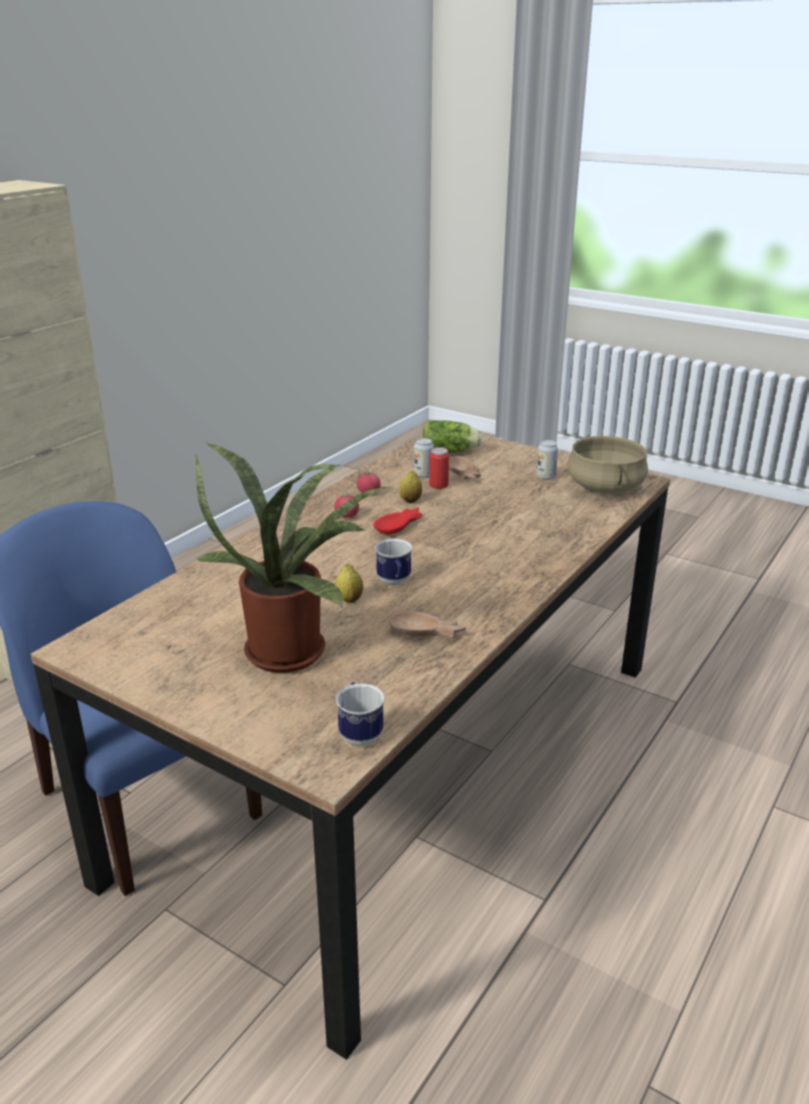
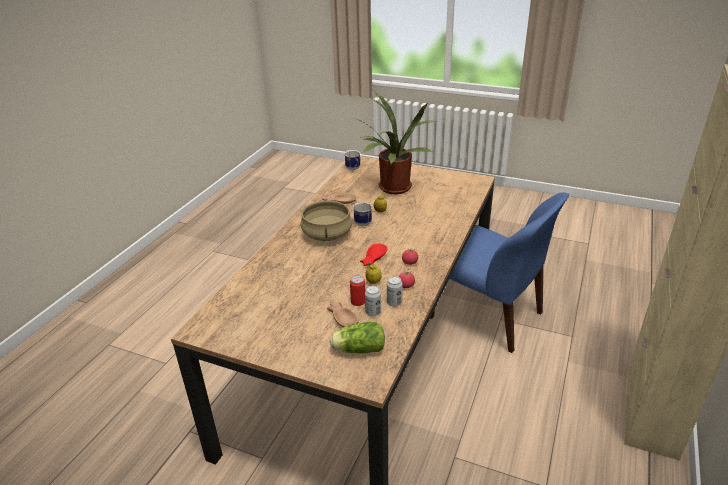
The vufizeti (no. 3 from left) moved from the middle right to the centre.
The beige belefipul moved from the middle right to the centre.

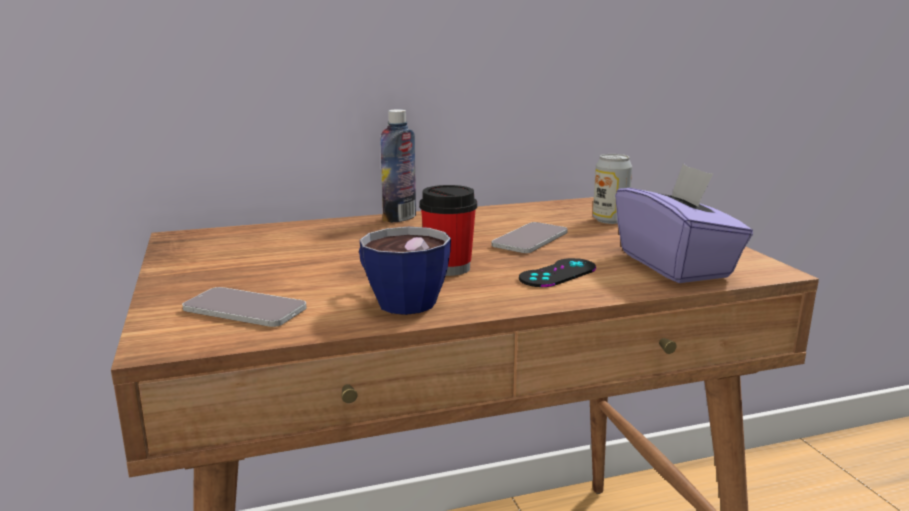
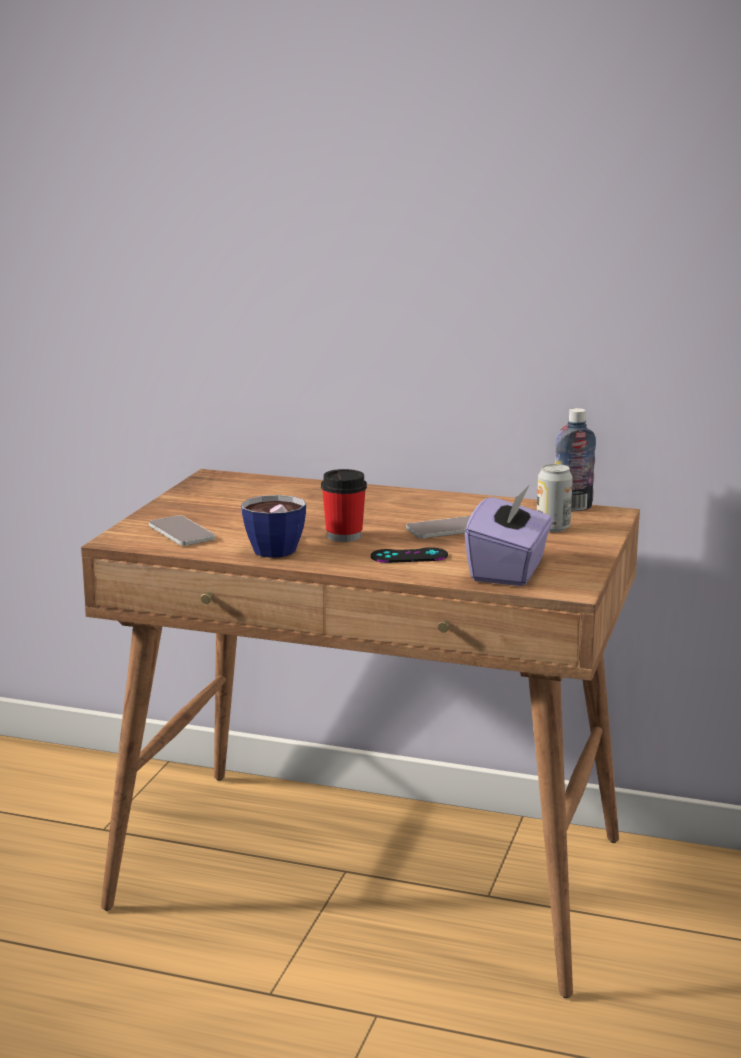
The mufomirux moved from the top centre to the middle right.

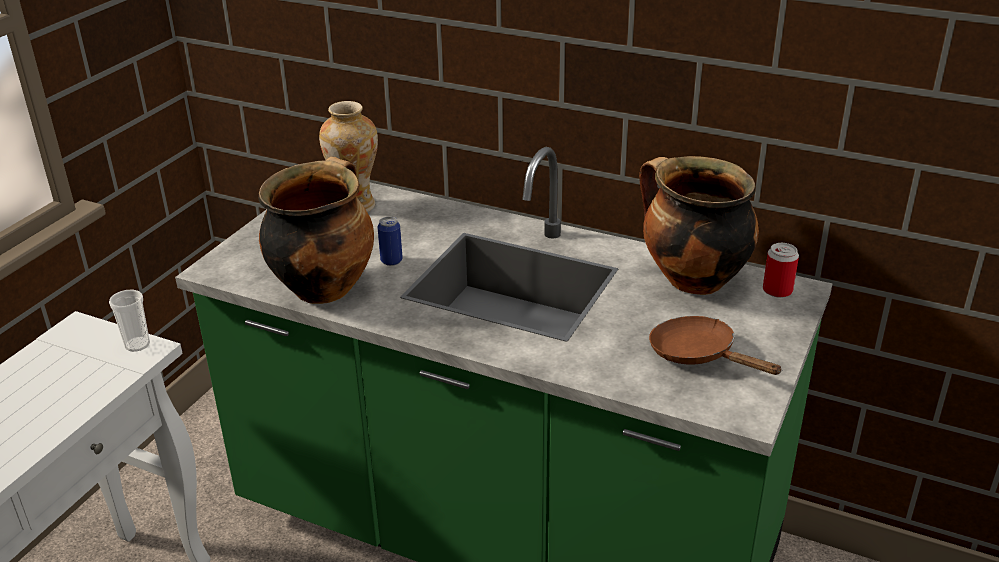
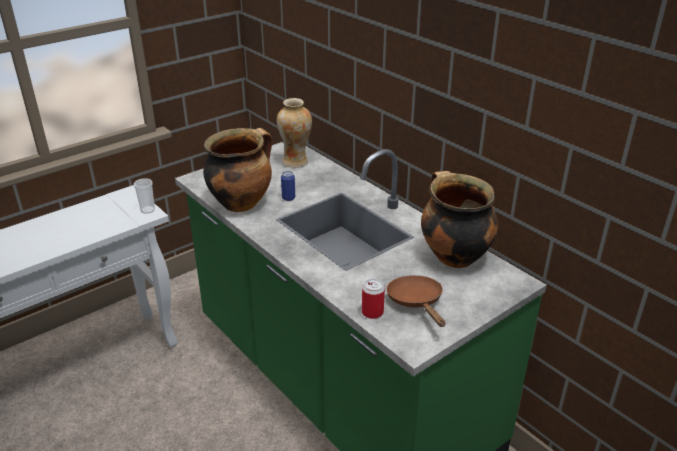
The vufizeti (no. 2 from left) moved from the middle right to the centre.

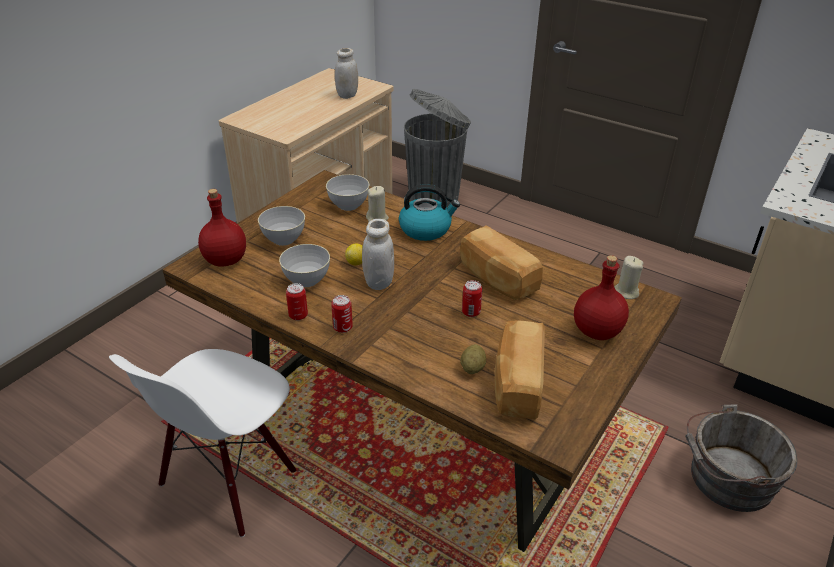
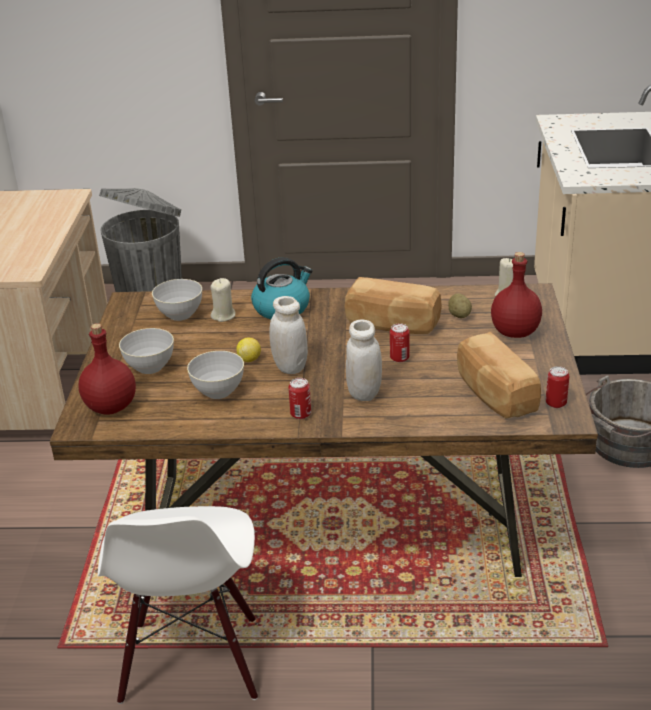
The vufizeti (no. 1 from left in the first image) moved from the centre to the middle right.
The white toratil (no. 1 from left in the first image) moved from the top centre to the centre.
The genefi moved from the centre to the middle right.

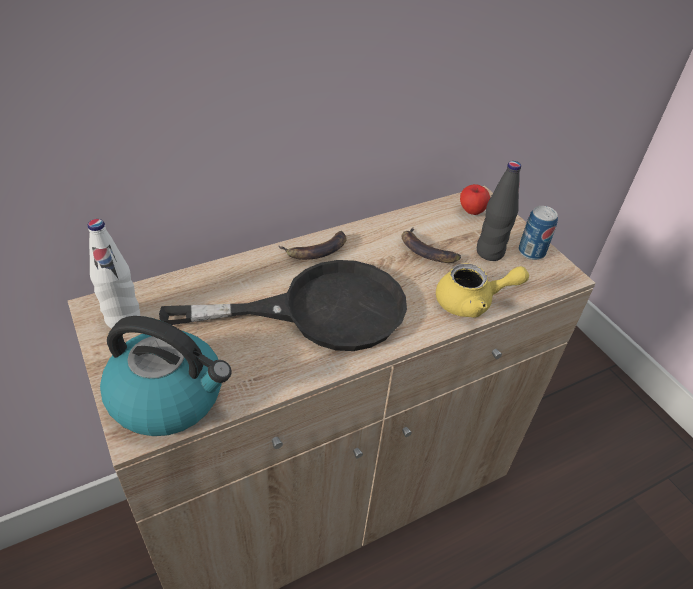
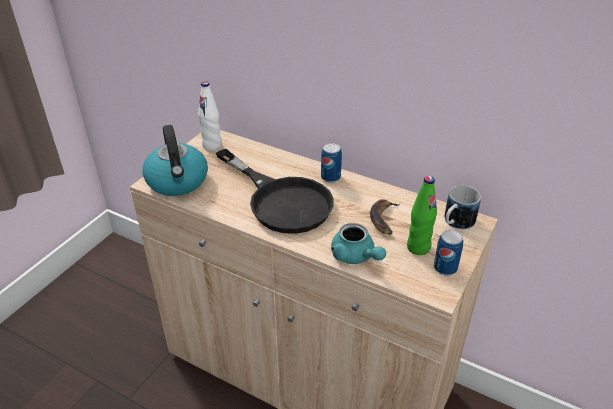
The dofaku (no. 1 from left) at the centre was replaced by the vufizeti (no. 1 from left) at the centre.
The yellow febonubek at the middle right became the turquoise febonubek at the centre.
The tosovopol at the middle right was replaced by the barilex at the middle right.
The black mufomirux at the middle right became the green mufomirux at the middle right.

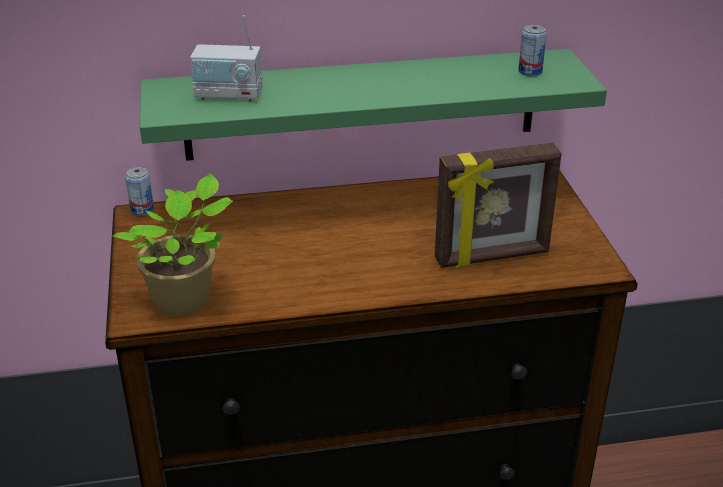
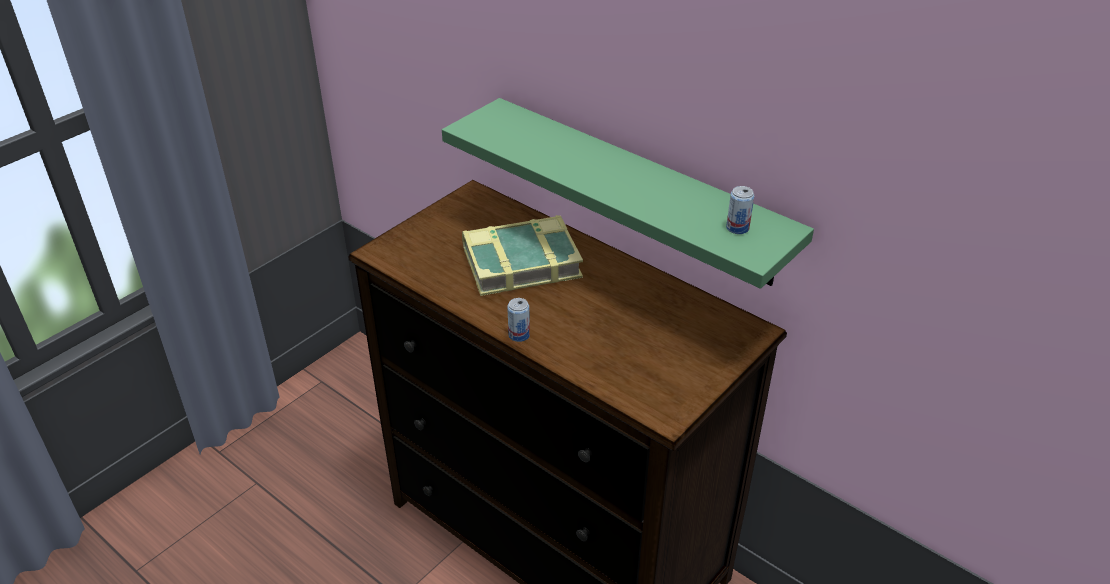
The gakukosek at the middle left disappeared.
The vufizeti (no. 1 from left) moved from the middle left to the centre.
The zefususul at the top left disappeared.
The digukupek at the middle right disappeared.
The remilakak at the centre appeared.

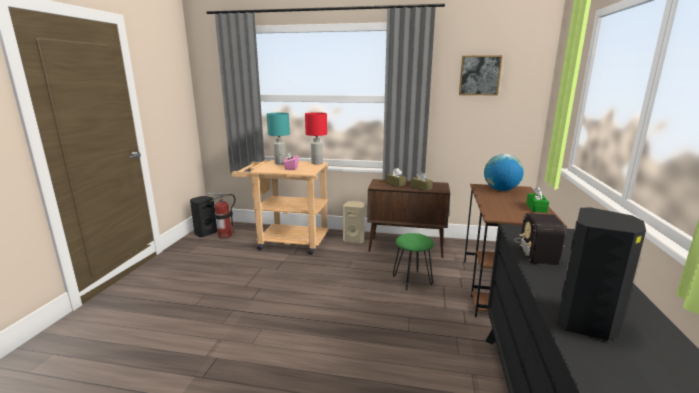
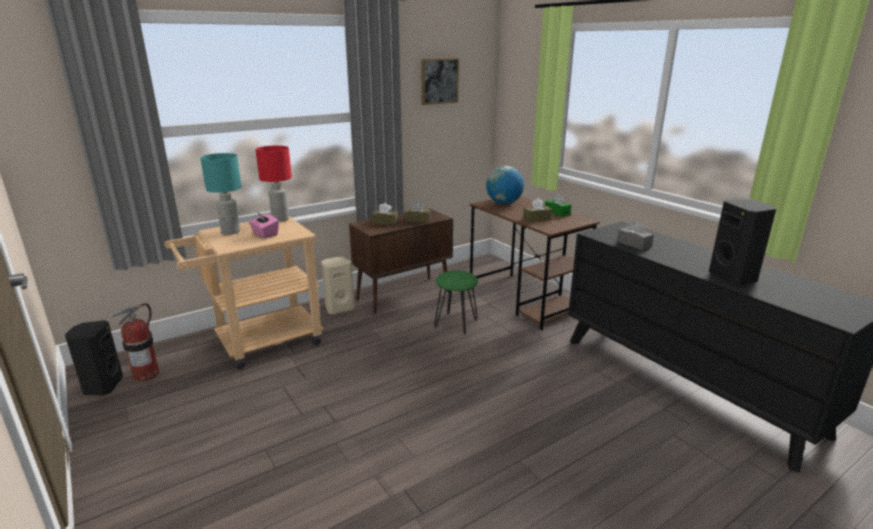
The zefususul at the middle right was replaced by the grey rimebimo at the middle right.
The brown rimebimo (no. 3 from left) at the centre appeared.

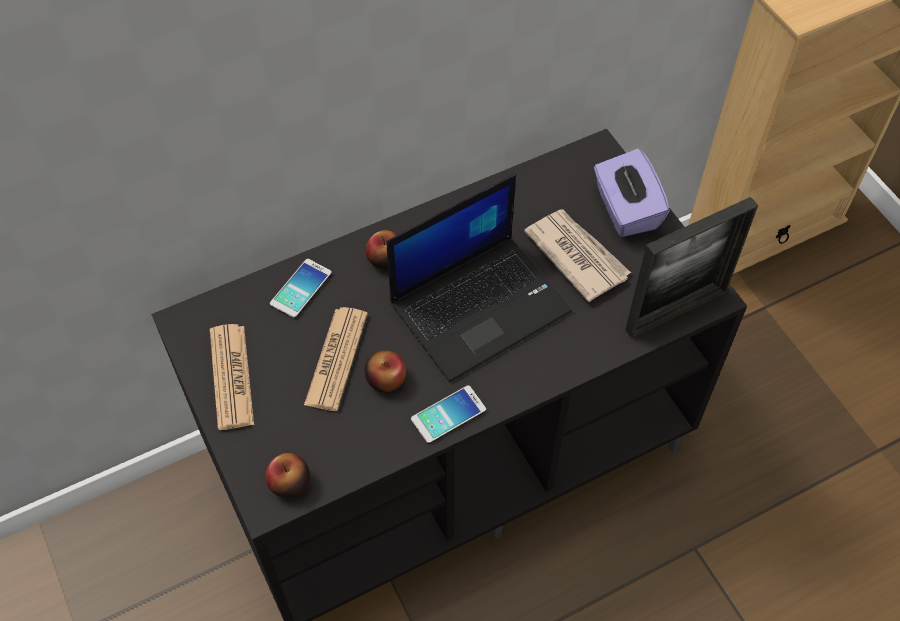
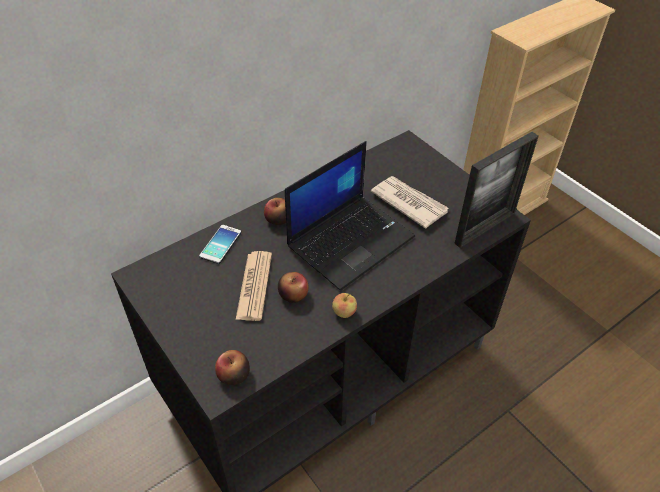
The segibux (no. 1 from left) at the middle left disappeared.
The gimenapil (no. 2 from left) at the bottom centre was replaced by the tosovopol (no. 4 from left) at the centre.
The purple rimebimo at the top right disappeared.

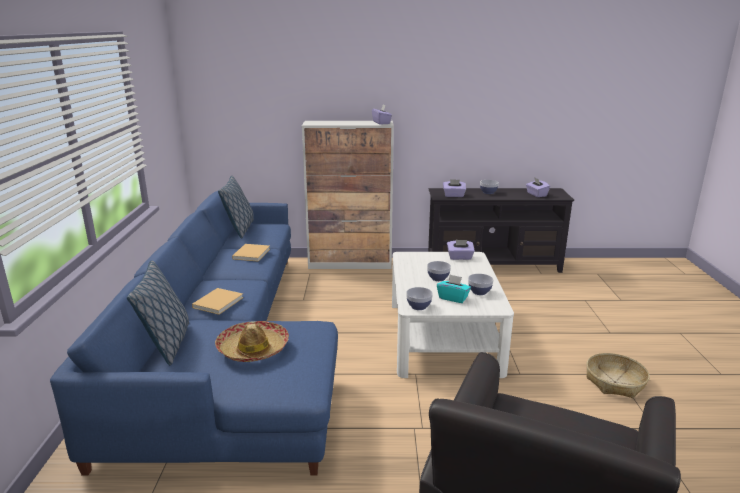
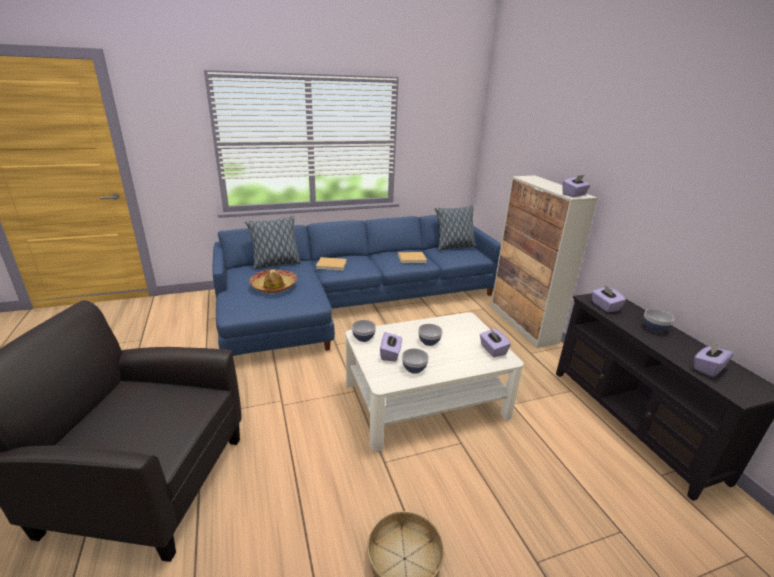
The turquoise rimebimo at the centre became the purple rimebimo (no. 1 from left) at the centre.

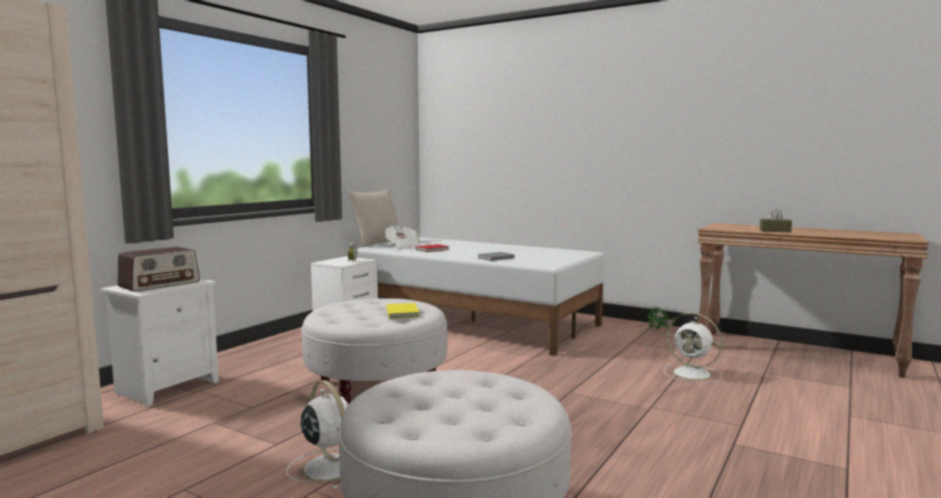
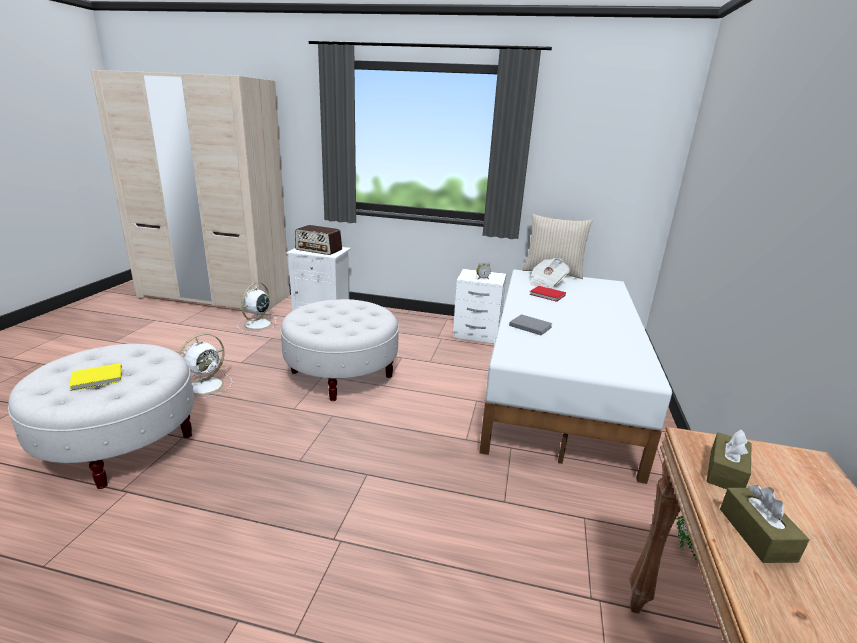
The yellow remilakak moved from the centre to the middle left.
The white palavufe (no. 2 from left) moved from the bottom right to the middle left.
The brown rimebimo (no. 1 from left) at the bottom right appeared.

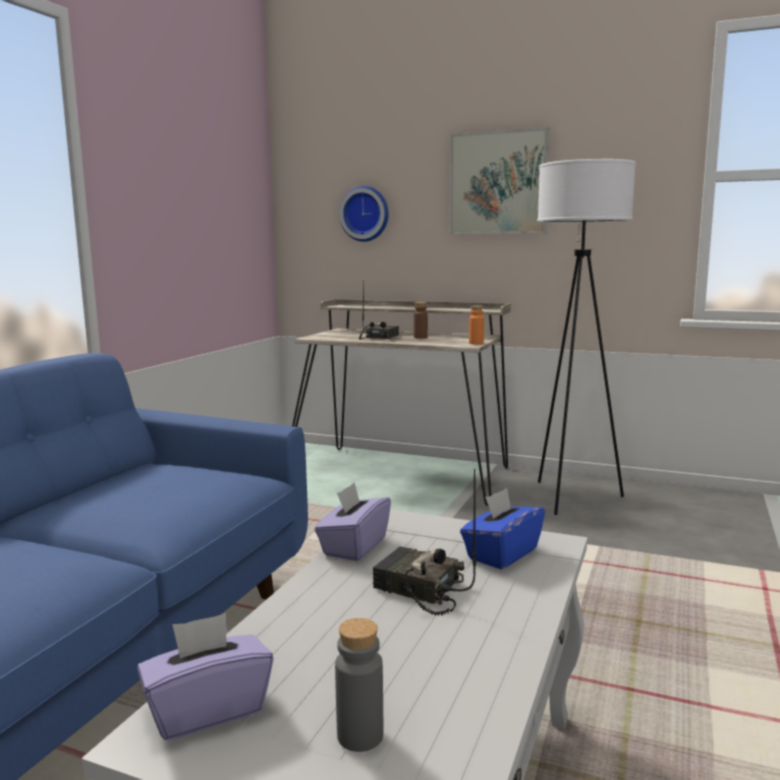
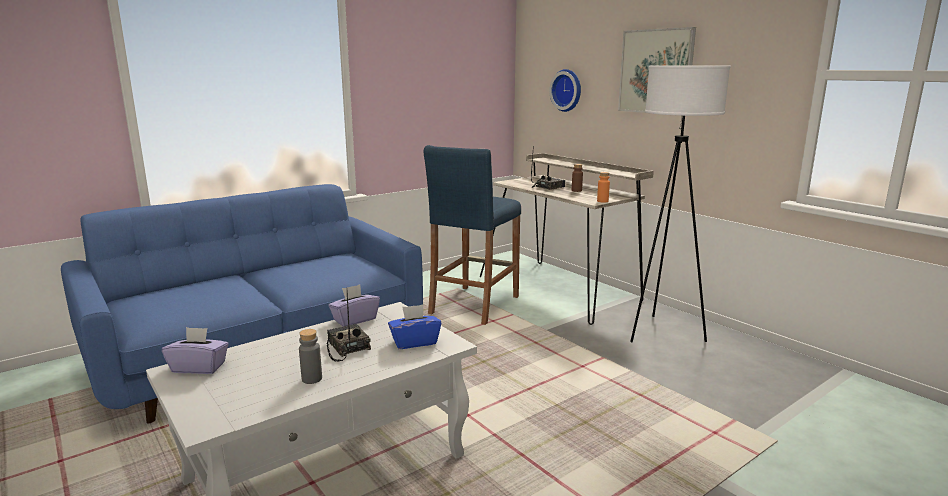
The grey mufomirux moved from the bottom centre to the bottom left.
The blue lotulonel at the centre appeared.

